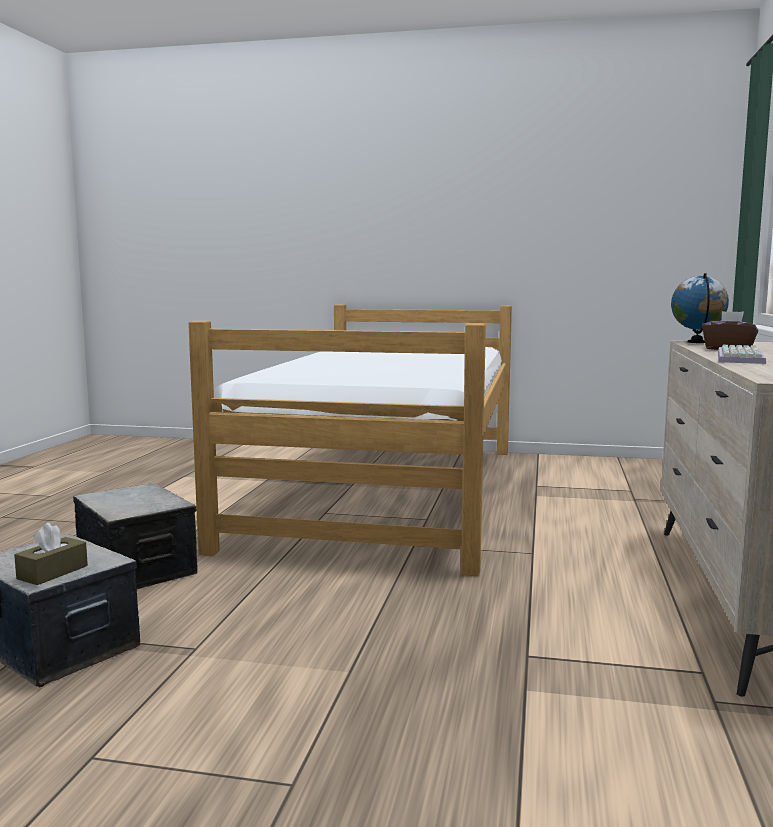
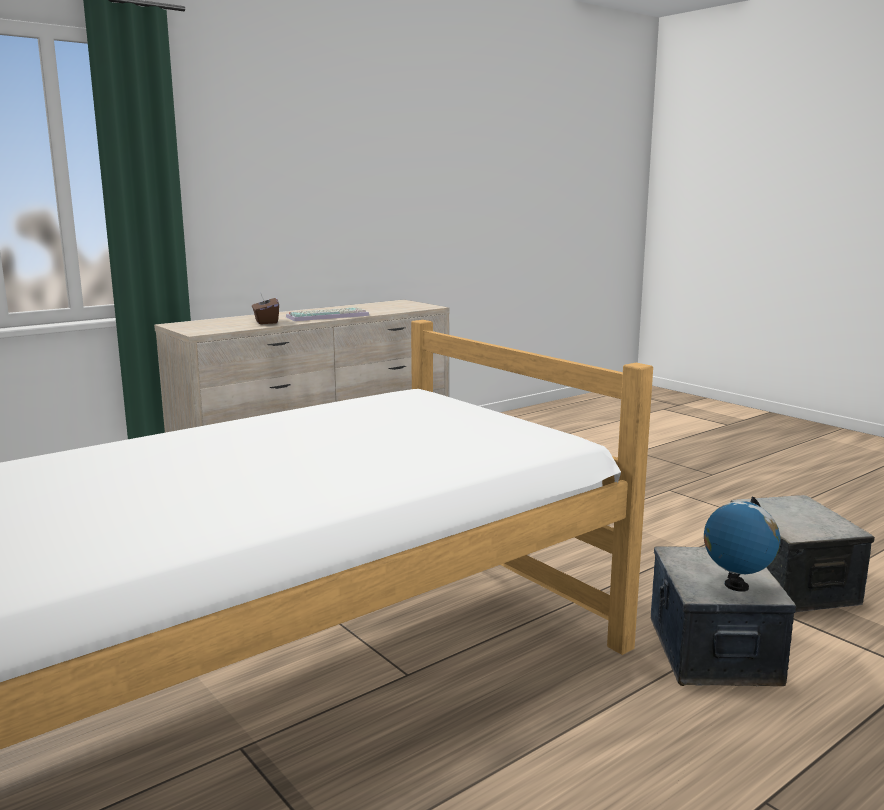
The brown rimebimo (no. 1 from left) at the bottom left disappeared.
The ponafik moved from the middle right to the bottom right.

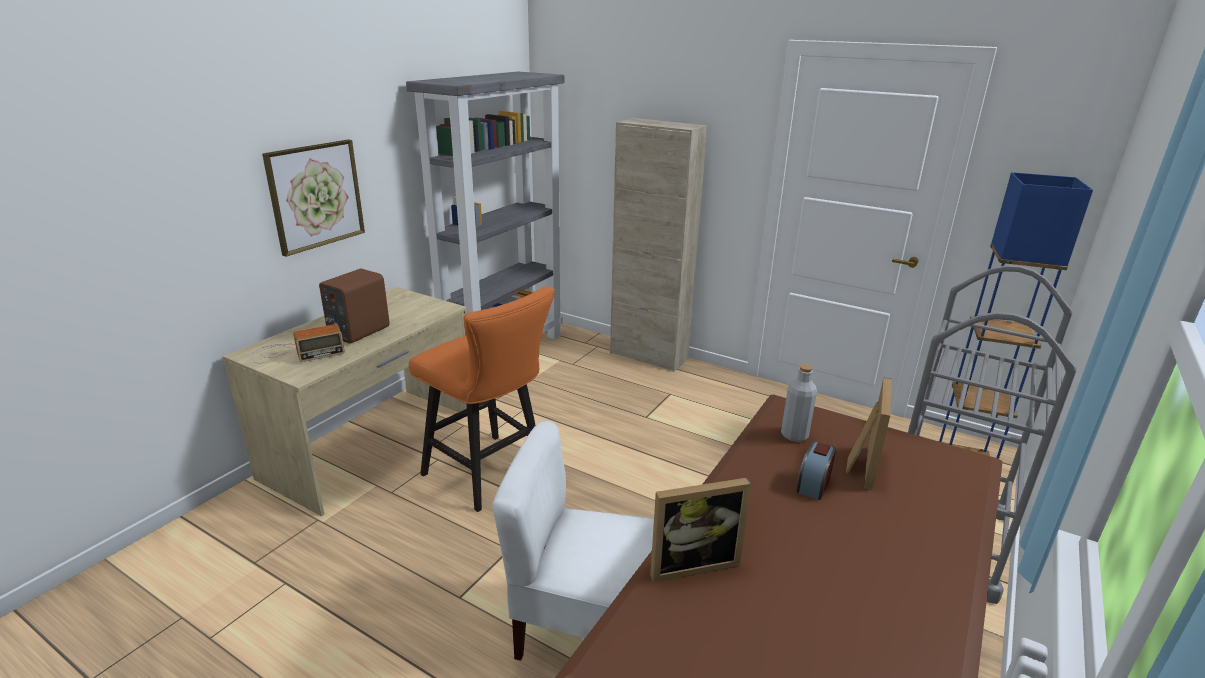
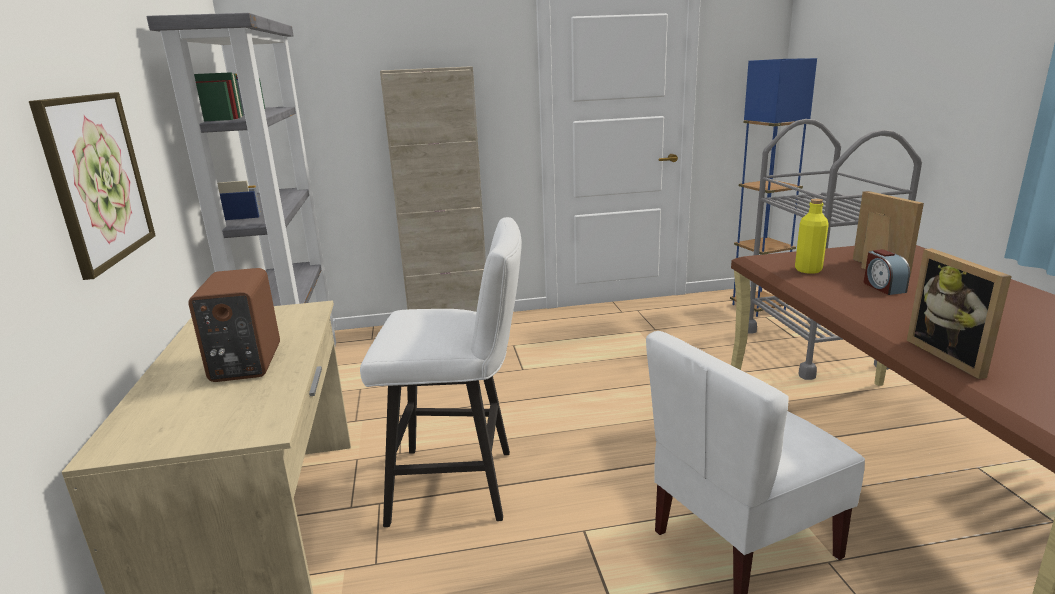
The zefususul at the middle left disappeared.
The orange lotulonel at the centre became the white lotulonel at the centre.
The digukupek (no. 1 from left in the first image) at the bottom centre turned 135 degrees clockwise.
The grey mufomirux at the centre became the yellow mufomirux at the middle right.

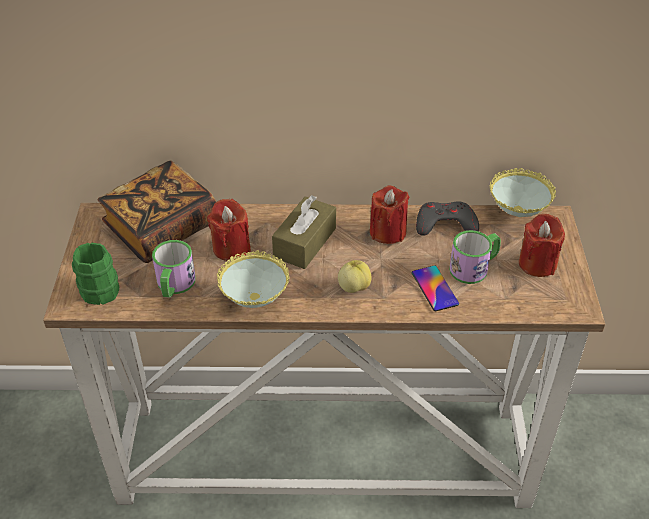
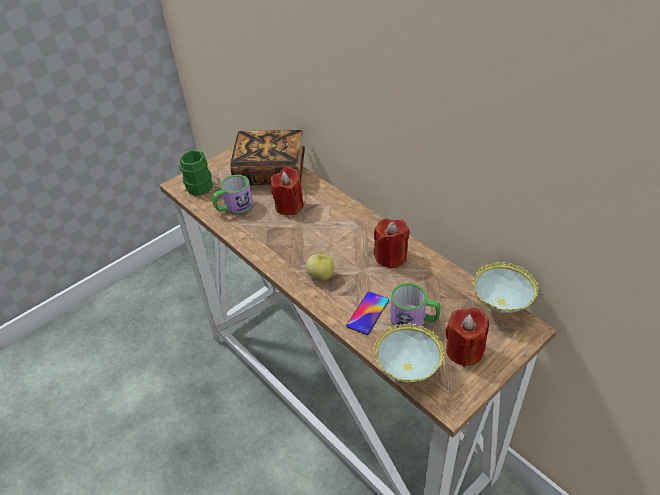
The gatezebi (no. 1 from left) moved from the centre to the bottom centre.
The brown rimebimo at the centre disappeared.
The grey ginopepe at the middle right disappeared.

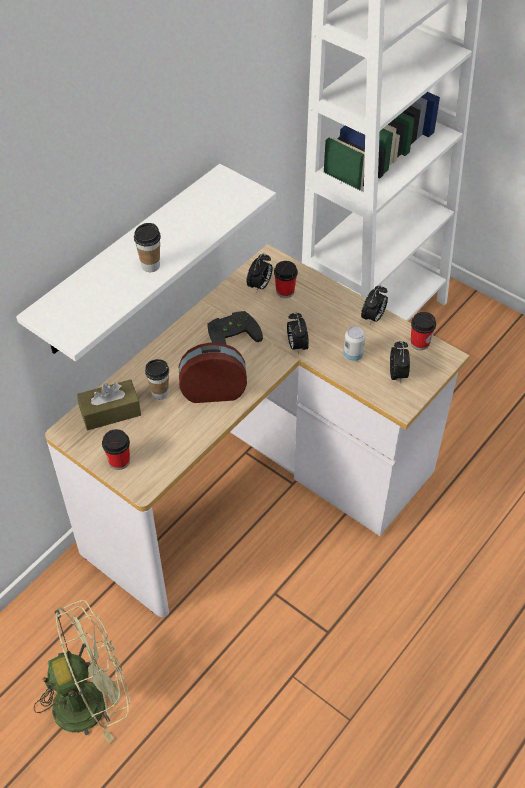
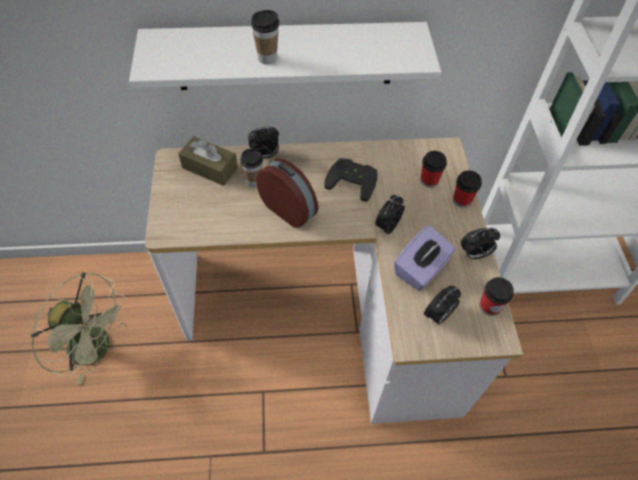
The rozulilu (no. 1 from left in the first image) moved from the middle left to the middle right.
The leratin (no. 2 from left in the first image) moved from the centre to the top centre.
The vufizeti at the middle right was replaced by the purple rimebimo at the centre.

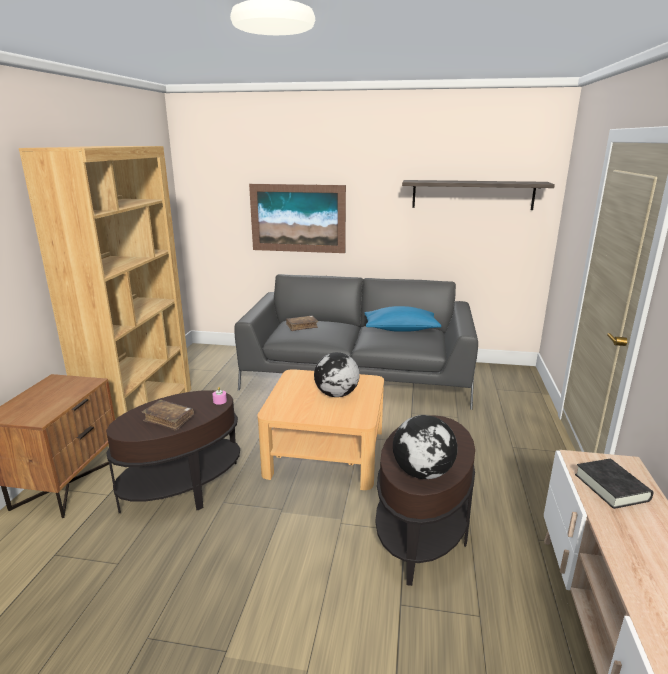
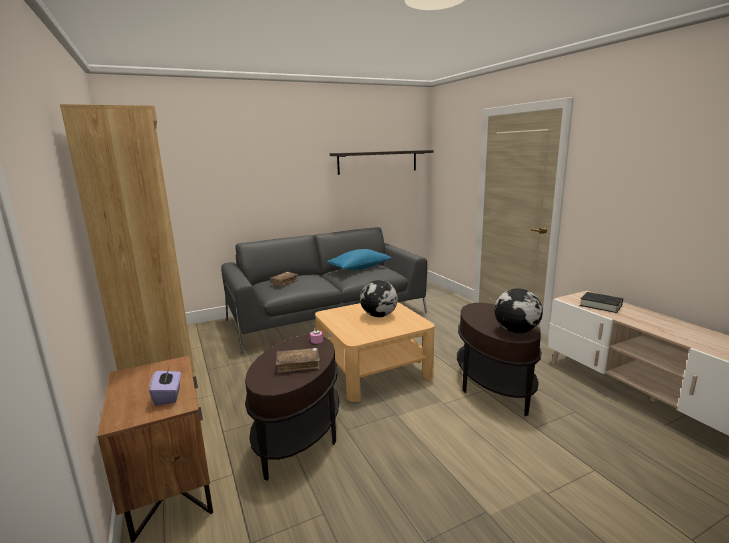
The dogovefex at the top centre disappeared.
The purple rimebimo at the bottom left appeared.

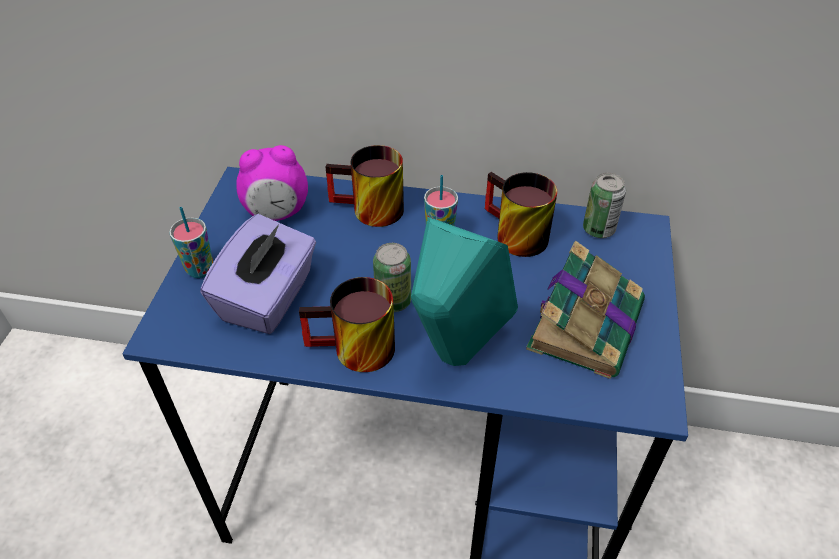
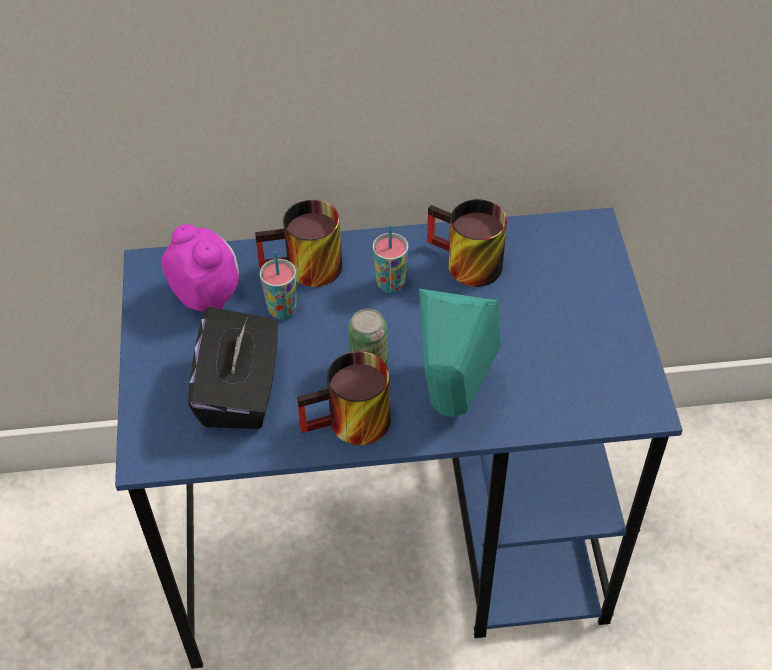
The rozulilu (no. 1 from left) moved from the middle left to the centre.
The purple rimebimo at the middle left became the black rimebimo at the middle left.
The leratin at the top left turned 105 degrees counterclockwise.
The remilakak at the middle right disappeared.
The vufizeti (no. 2 from left) at the middle right disappeared.

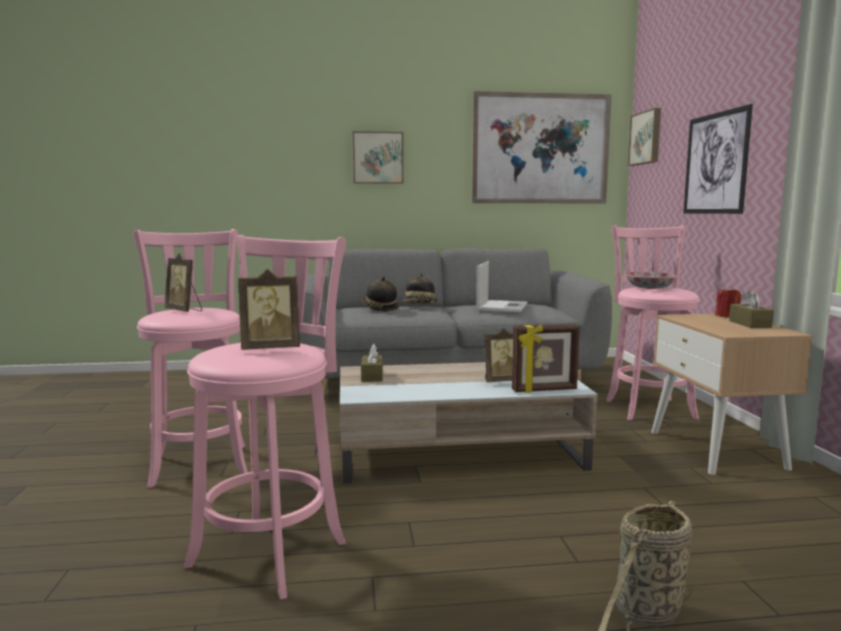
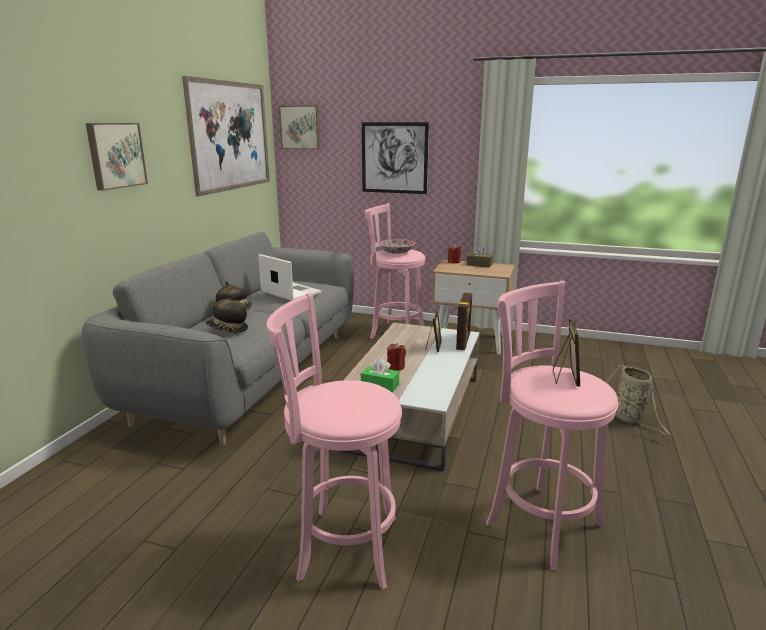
The digukupek (no. 1 from left) at the middle left disappeared.
The brown rimebimo (no. 1 from left) at the centre became the green rimebimo at the centre.
The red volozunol (no. 1 from left) at the centre appeared.

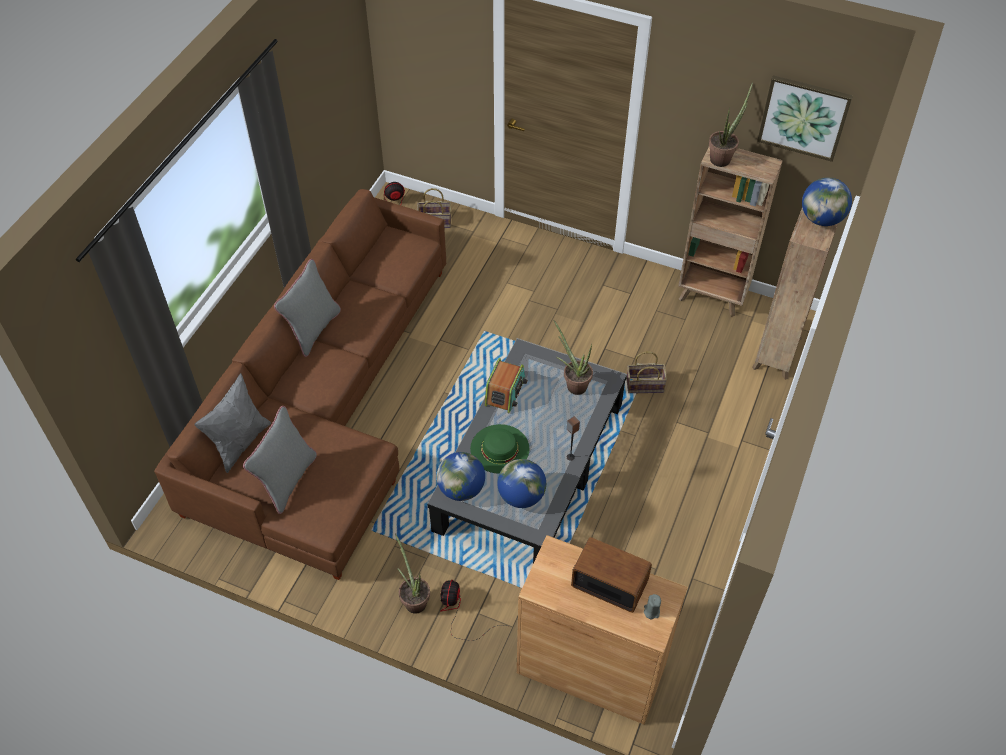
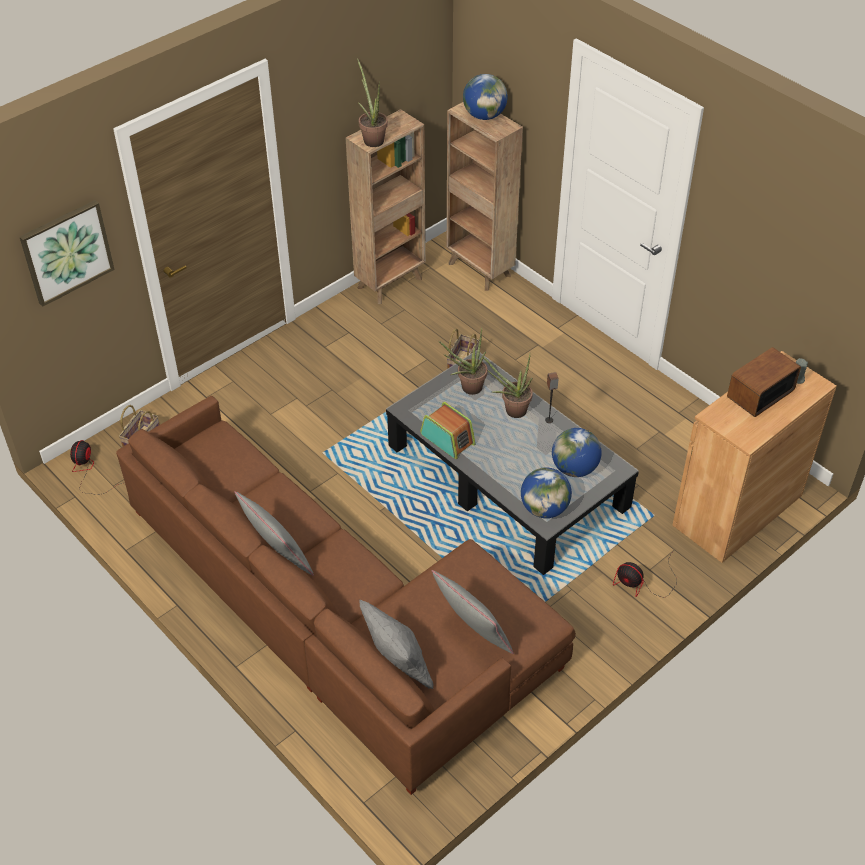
The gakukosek (no. 1 from left in the first image) moved from the bottom centre to the centre.
The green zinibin at the centre disappeared.
The dogovefex moved from the top right to the top left.

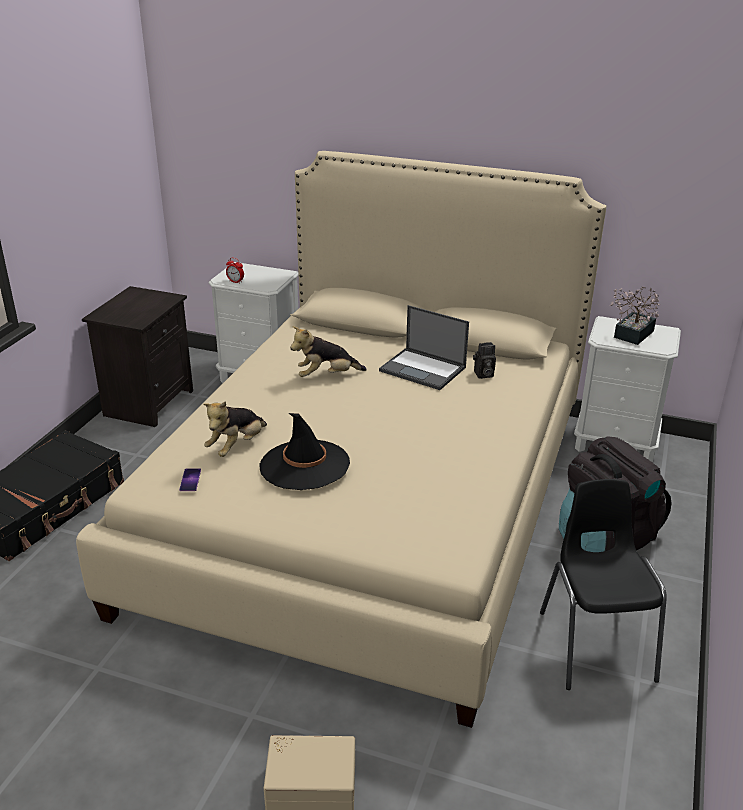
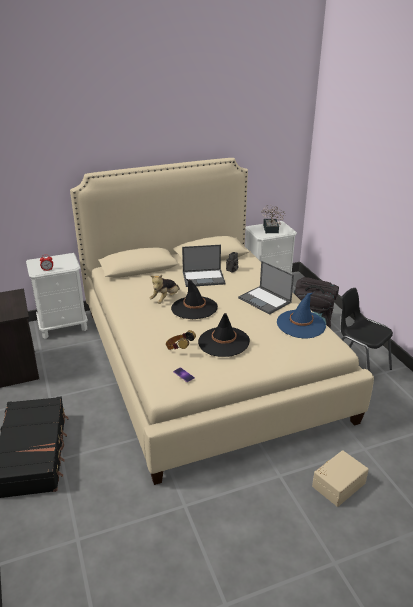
The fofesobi (no. 1 from left) at the middle left was replaced by the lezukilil at the centre.
The black zinibin (no. 1 from left) at the centre appeared.
The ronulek (no. 2 from left) at the centre appeared.
The blue zinibin at the middle right appeared.

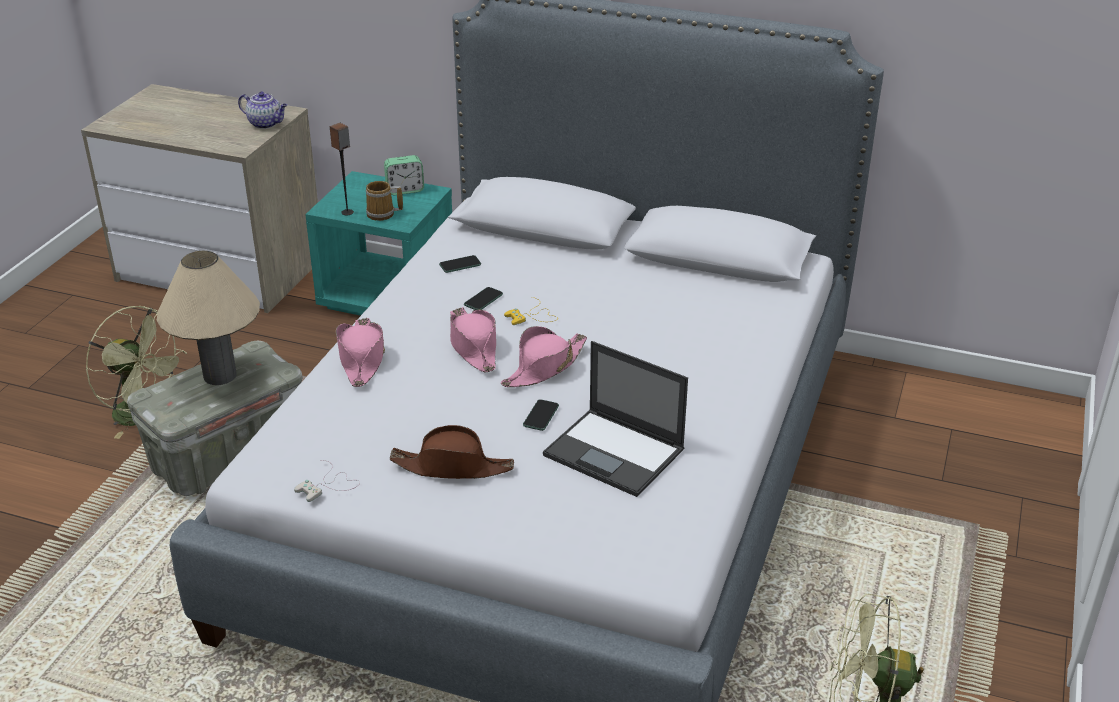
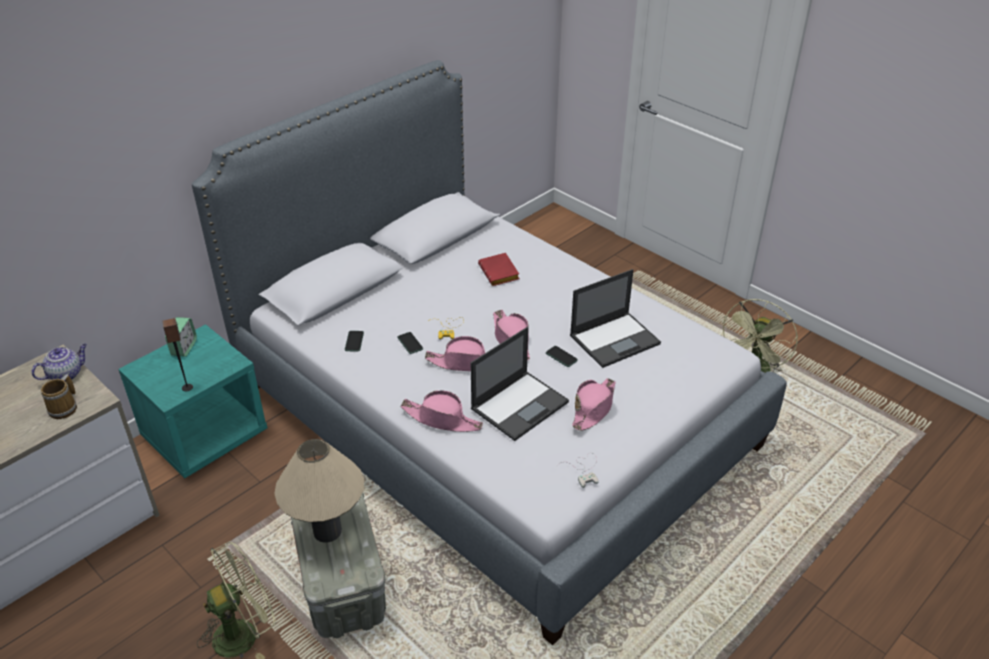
The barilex moved from the top centre to the middle left.
The brown zinibin at the centre became the pink zinibin (no. 4 from left) at the centre.
The ronulek (no. 1 from left) at the centre appeared.
The red remilakak at the centre appeared.

